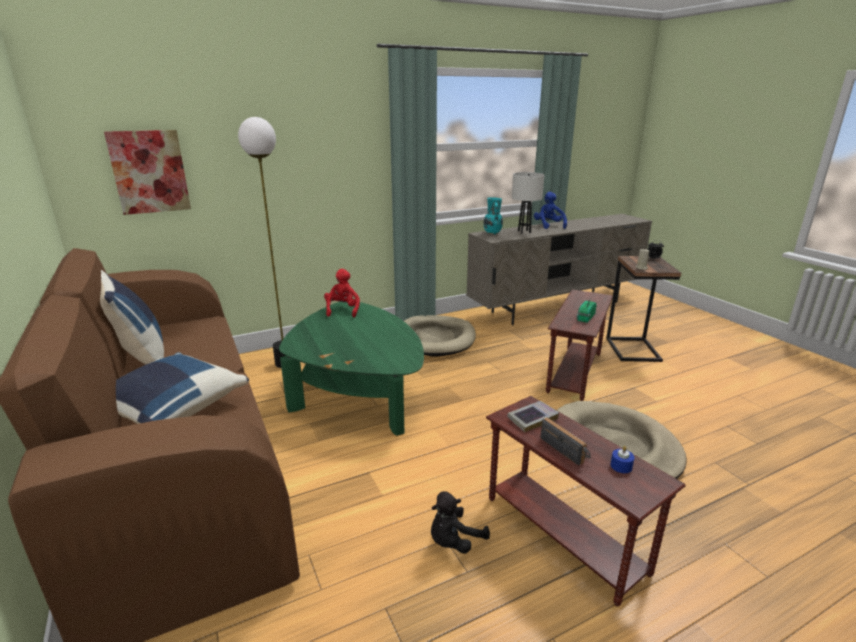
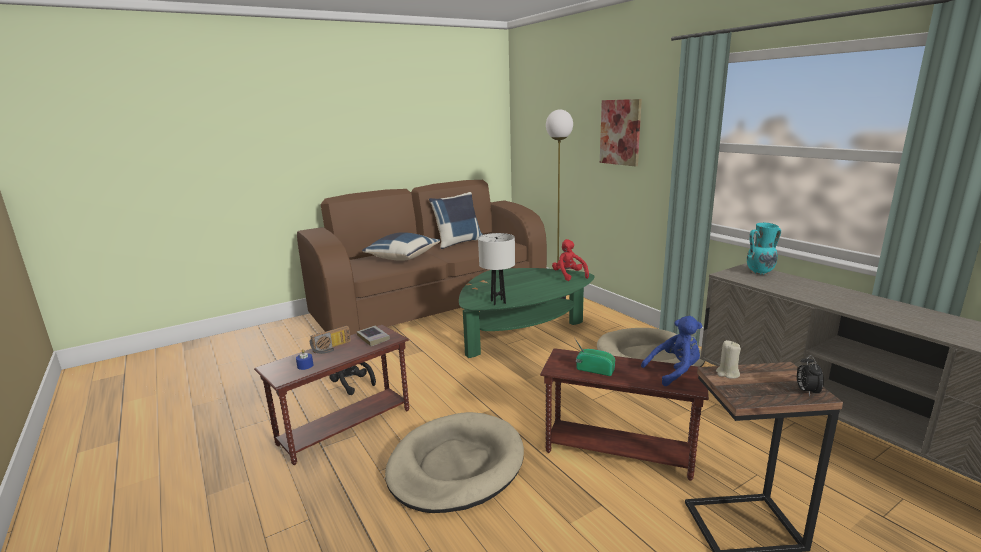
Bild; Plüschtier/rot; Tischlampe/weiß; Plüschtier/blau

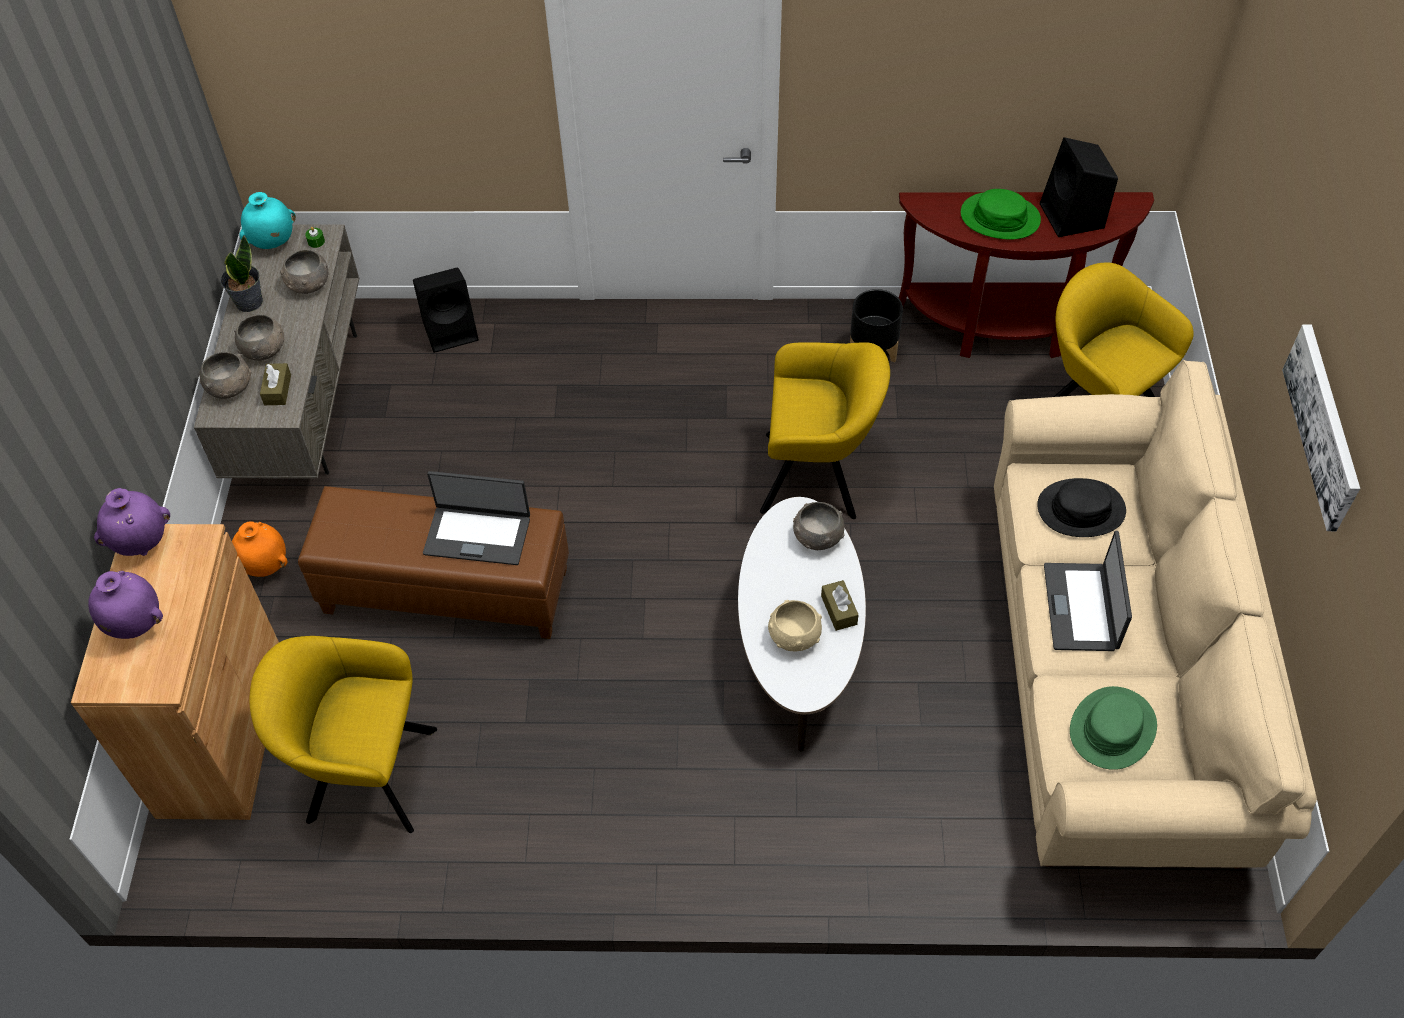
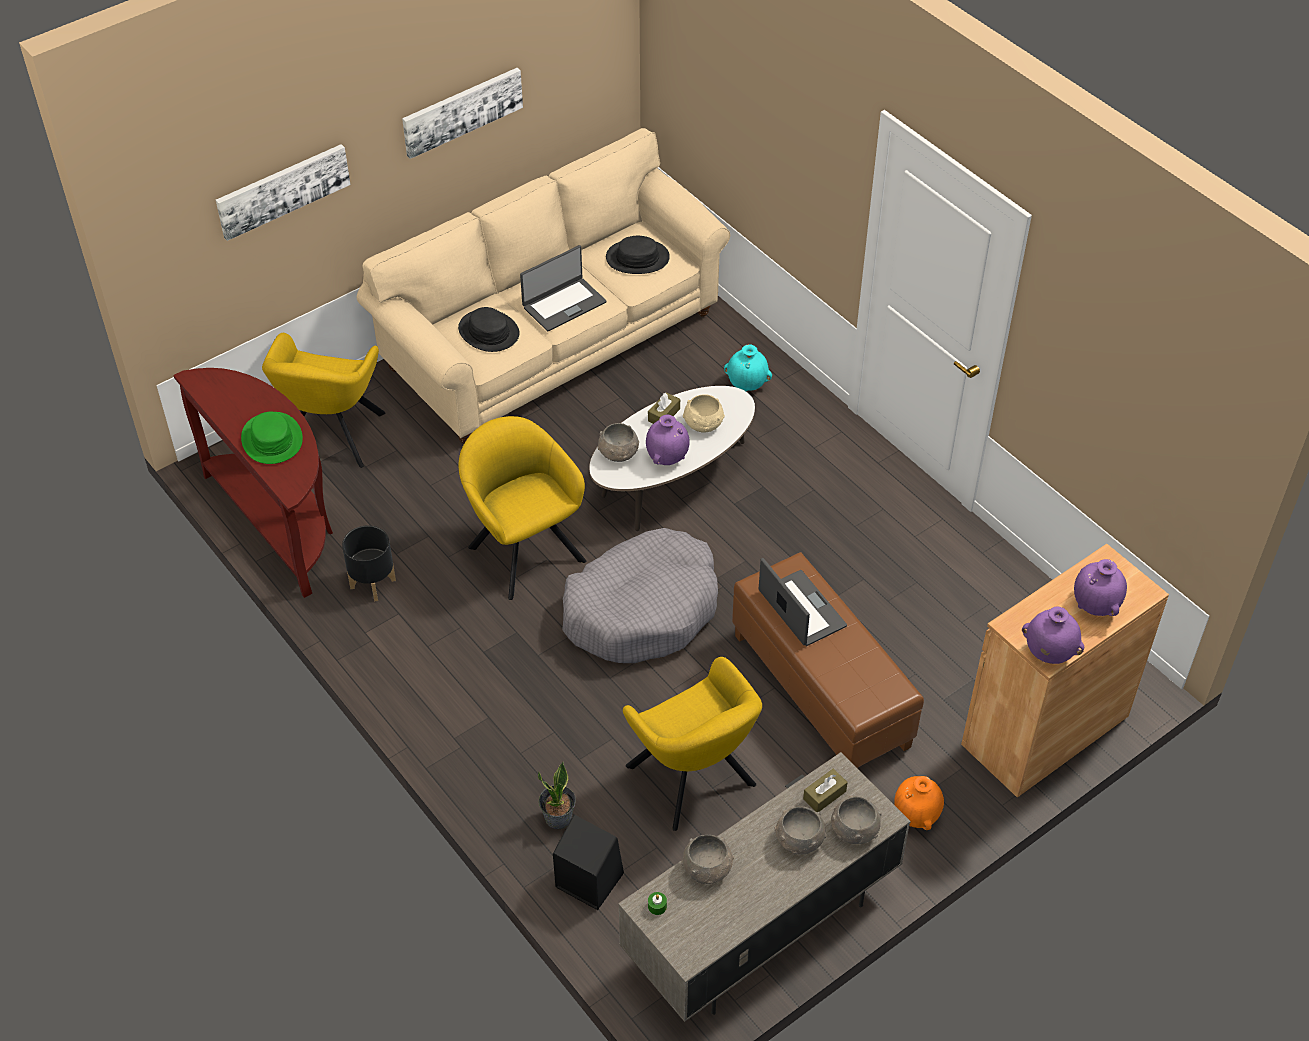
Topfpflanze; Vase/türkis; Sessel/gelb (no. 3 from left); Lautsprecher/schwarz (no. 2 from left in the first image); Hut/schwarz (no. 2 from left); Bild (no. 1 from left); Hundebett/grau; Vase/lila (no. 1 from left)

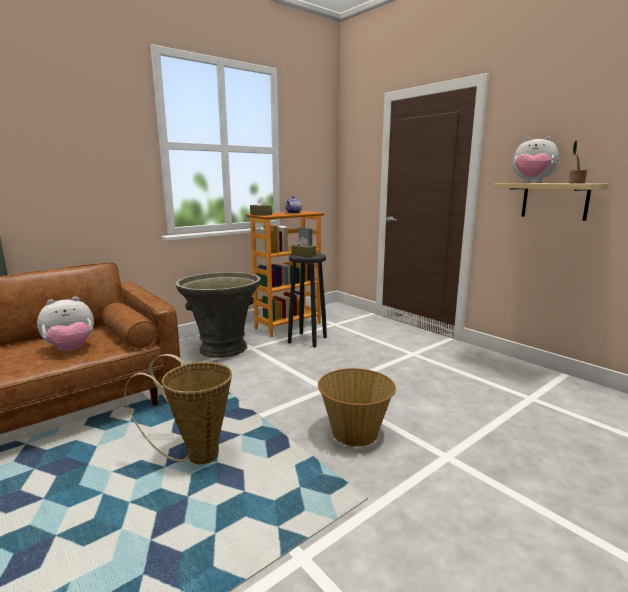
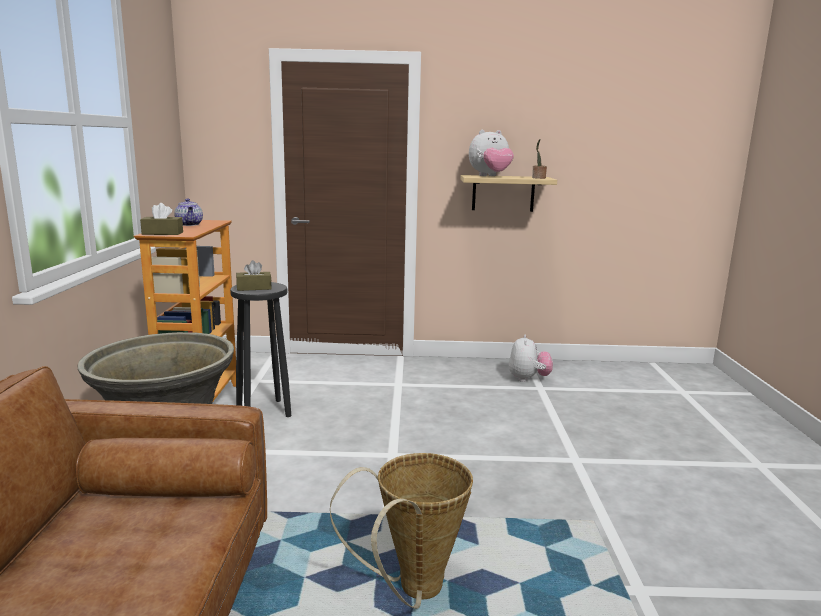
Plüschtier (no. 2 from left); Korb (no. 2 from left in the first image)

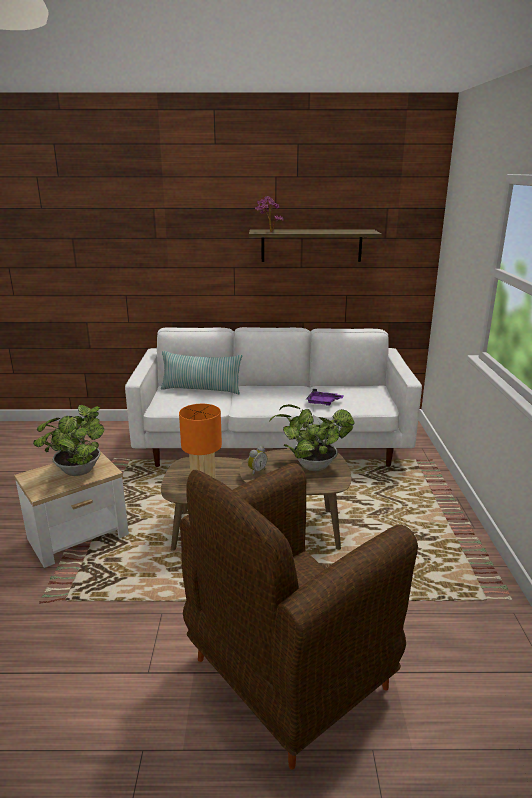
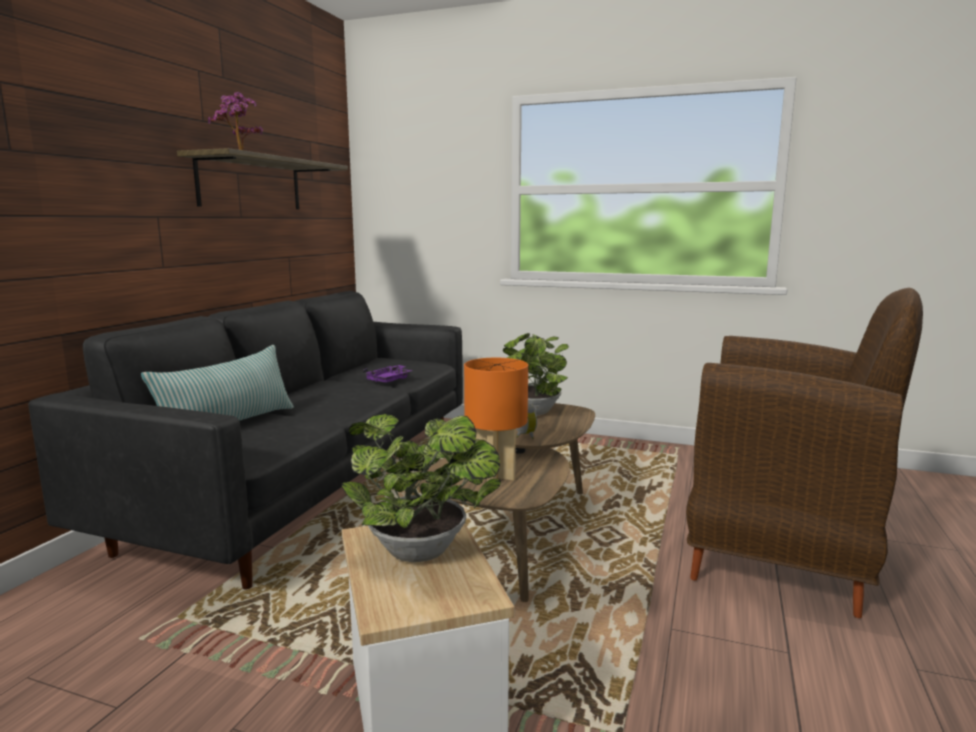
Sofa/schwarz; Sessel/braun

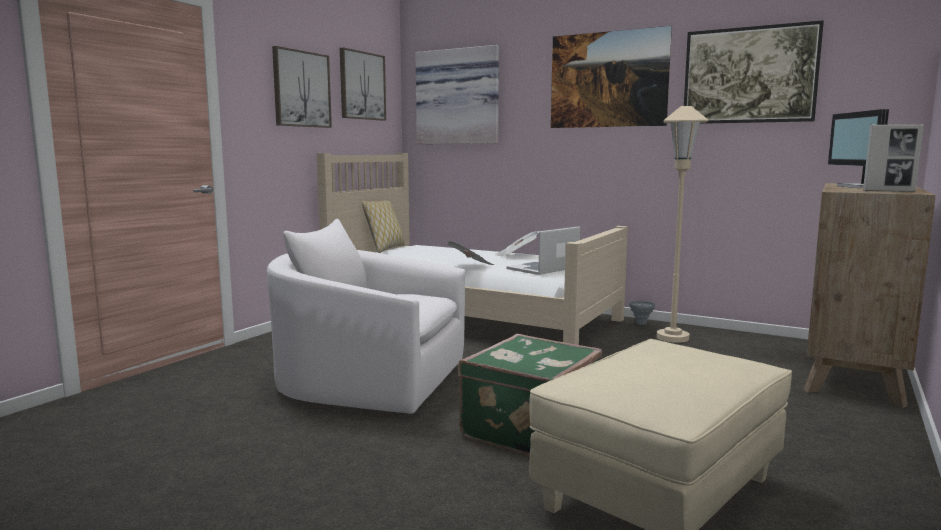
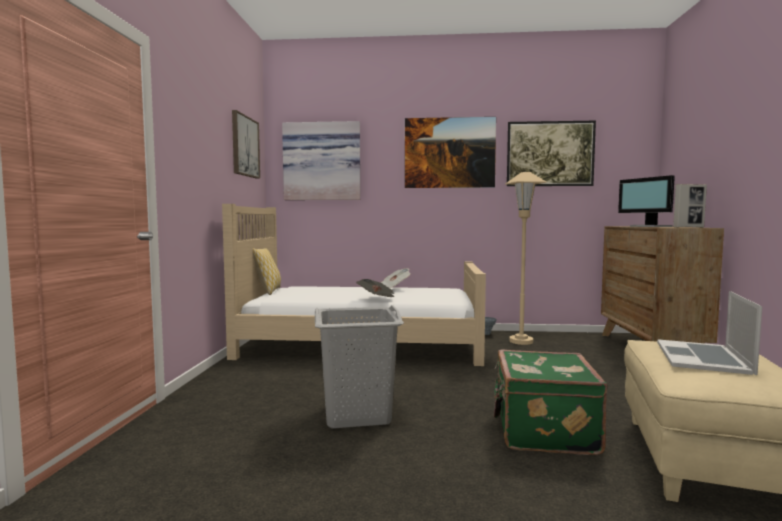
Wäschekorb/grau; Bild (no. 1 from left in the first image); Laptop

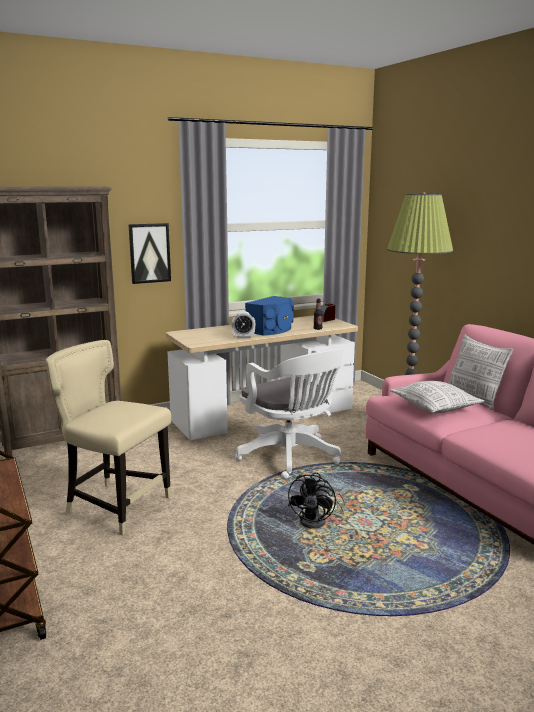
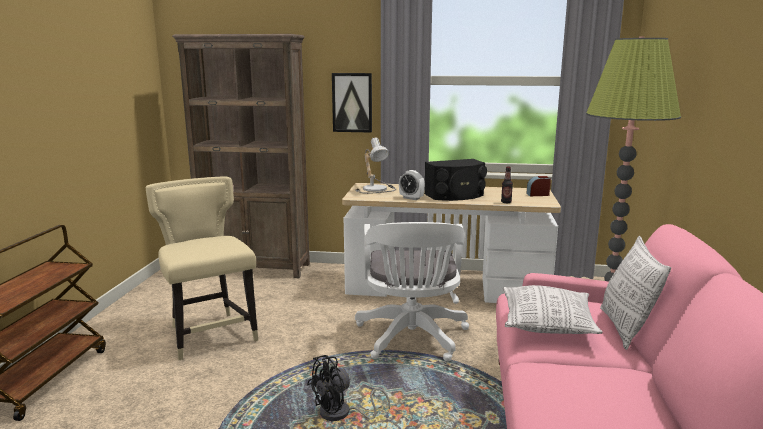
Lautsprecher/schwarz; Tischlampe

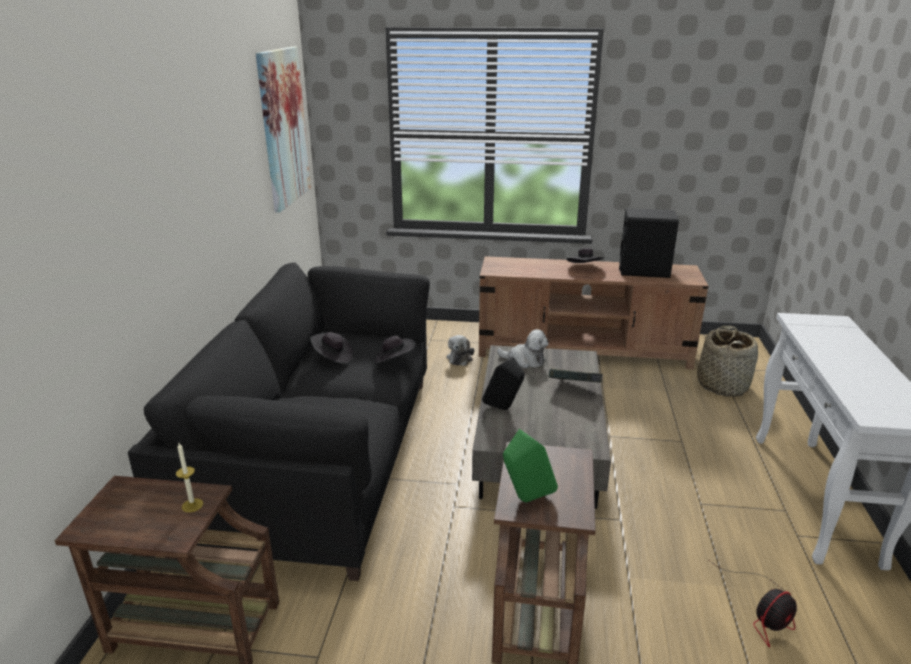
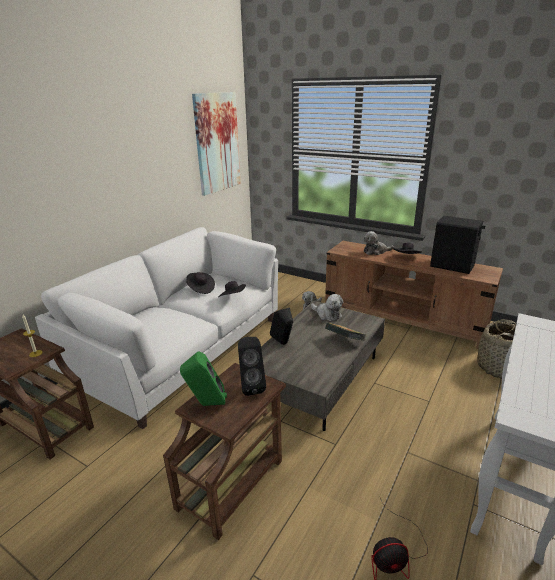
Sofa/weiß; Lautsprecher/schwarz (no. 1 from left); Plüschtier (no. 3 from left)

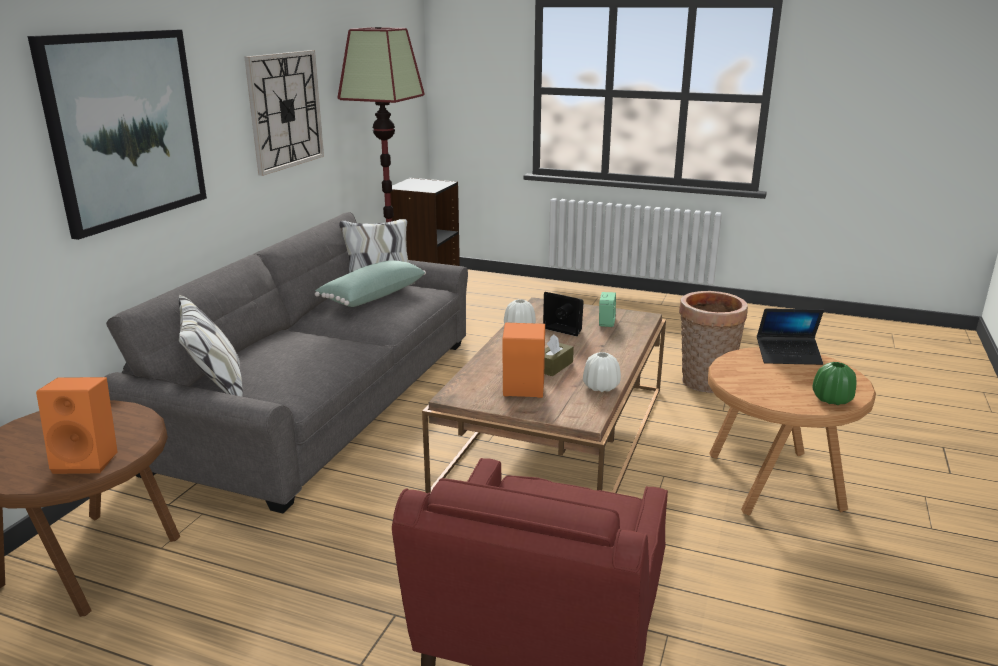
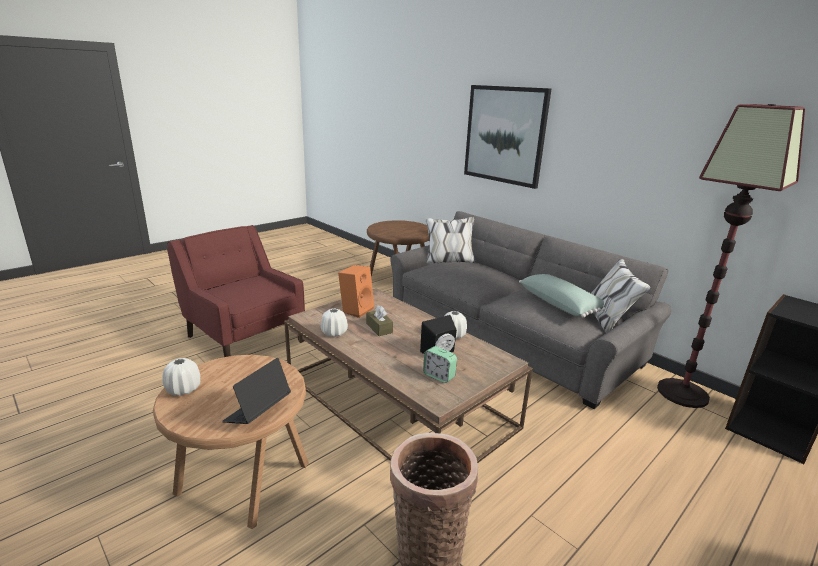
Lautsprecher/orange (no. 1 from left in the first image); Wanduhr; Vase/weiß (no. 1 from left)

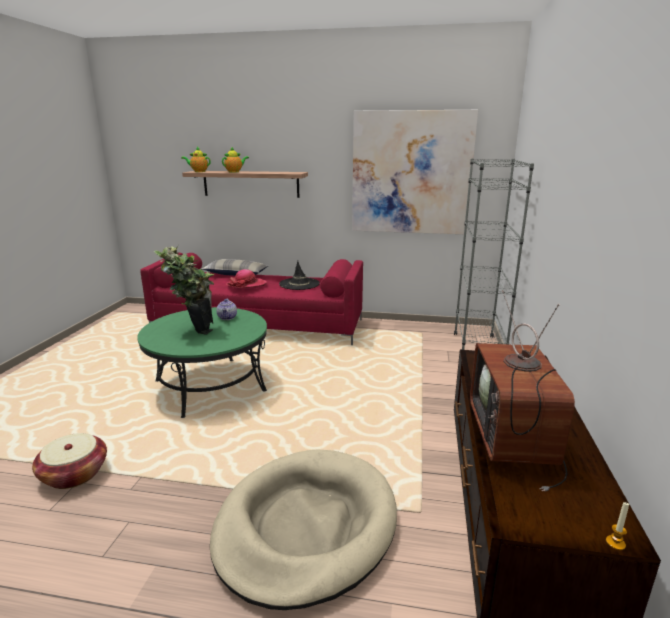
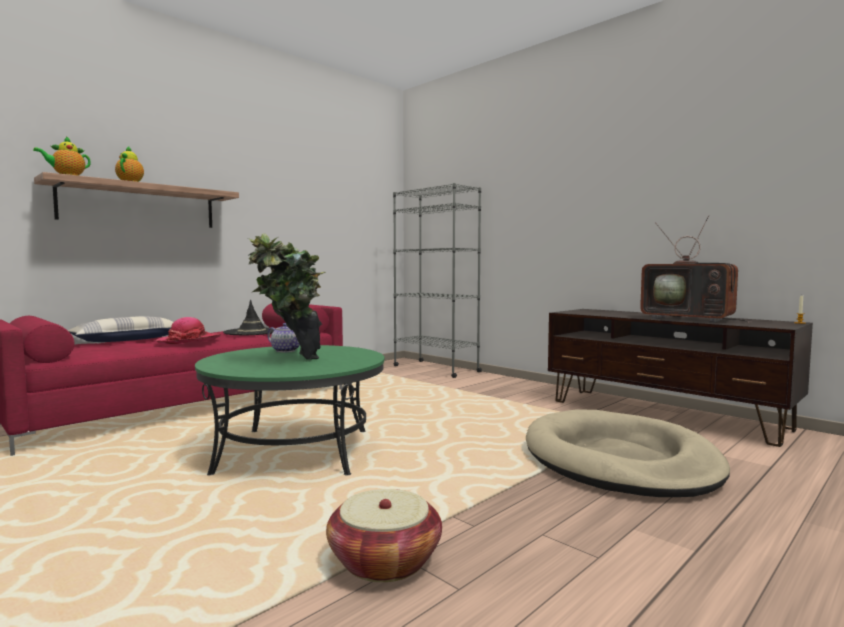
Bild

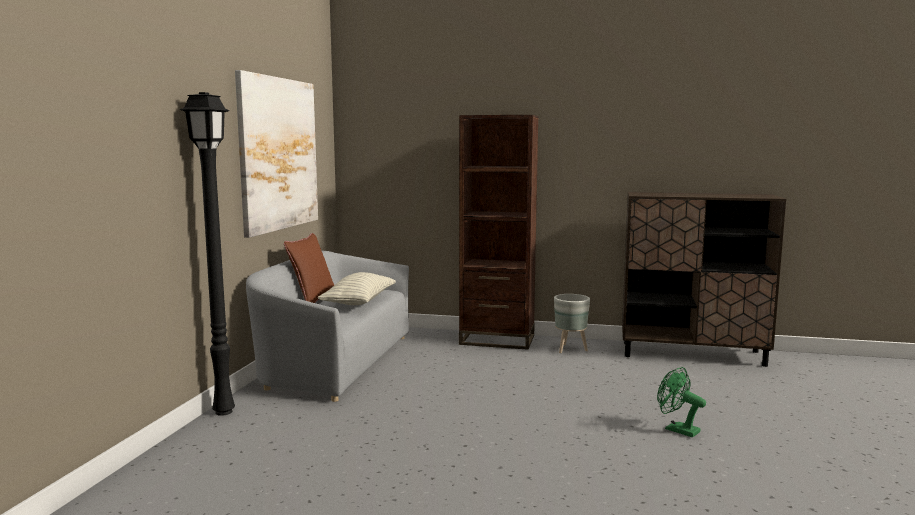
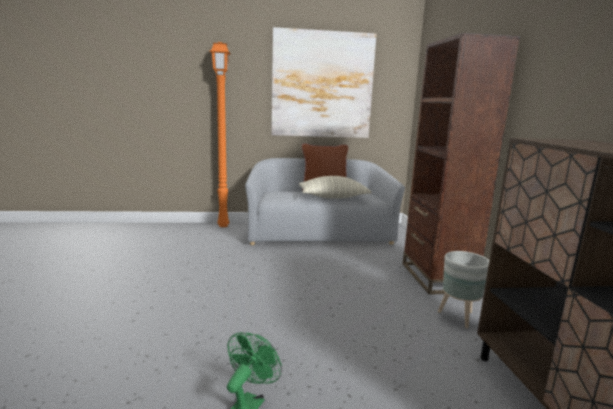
Stehlampe/orange

